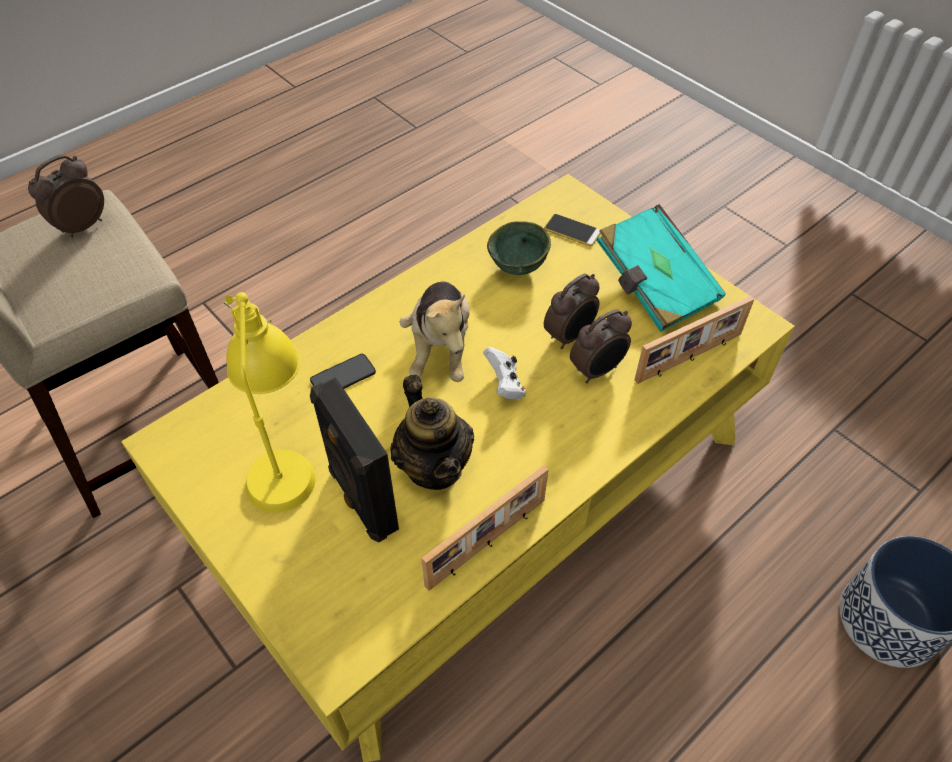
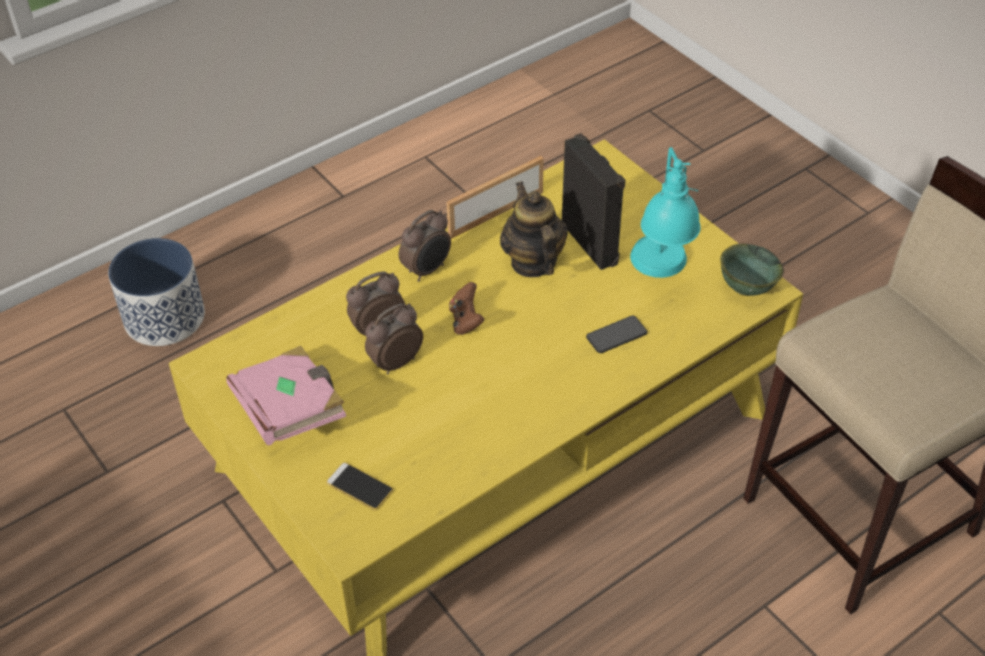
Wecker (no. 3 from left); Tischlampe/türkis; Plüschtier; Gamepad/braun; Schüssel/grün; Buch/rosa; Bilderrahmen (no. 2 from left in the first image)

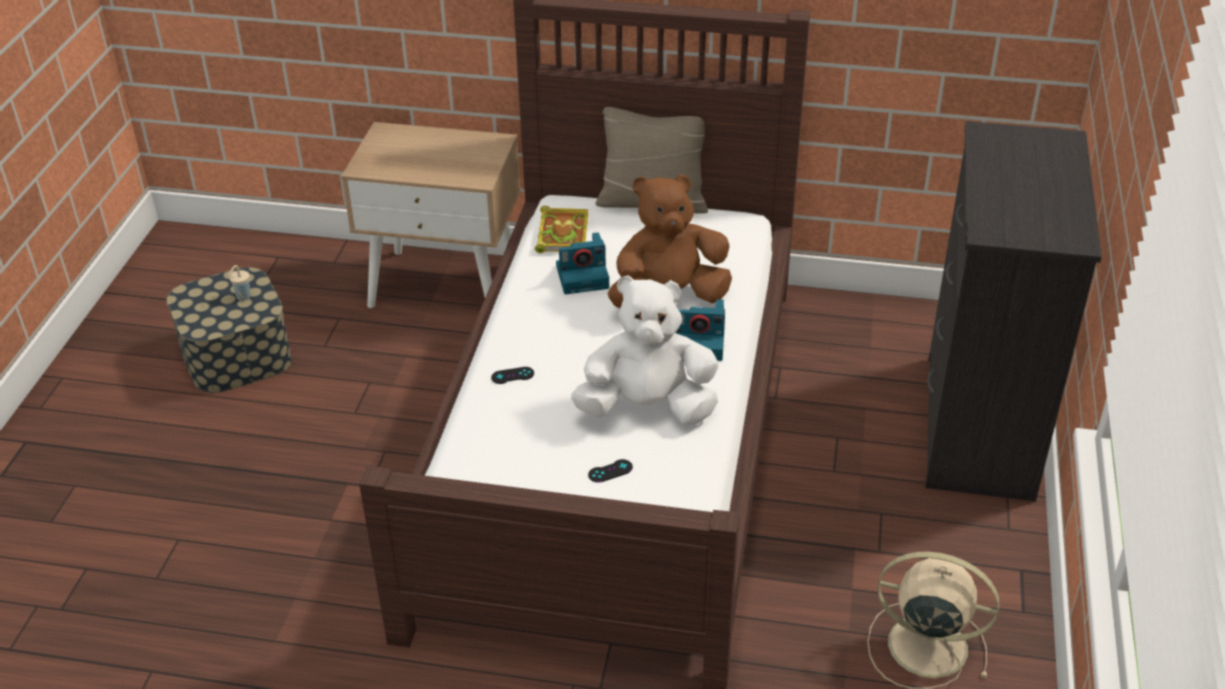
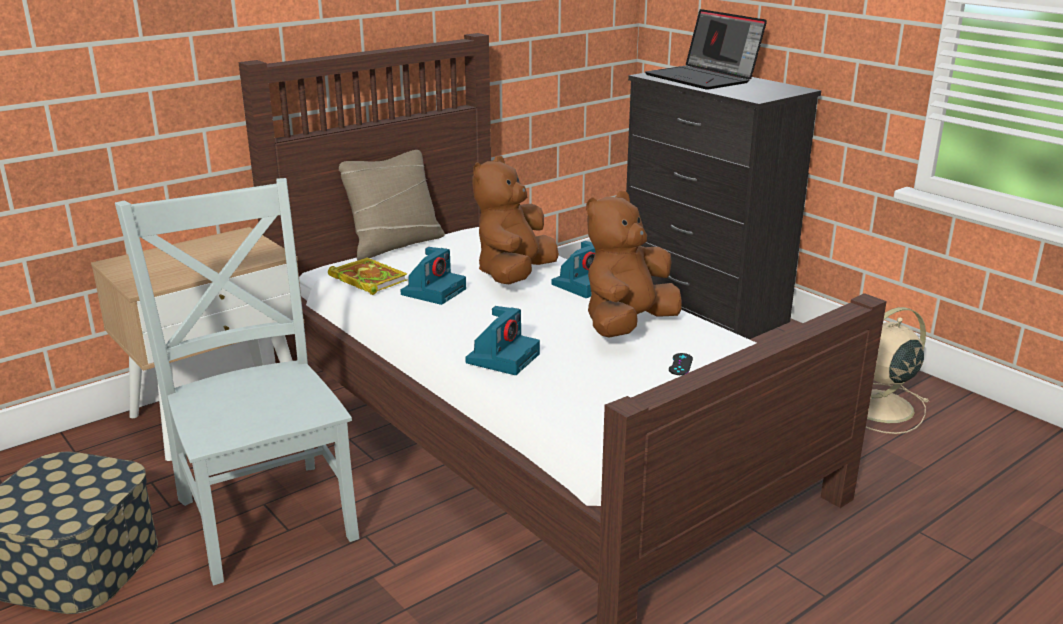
Tasse/beige; Kamera (no. 2 from left); Plüschtier/braun (no. 2 from left); Stuhl/grau; Laptop

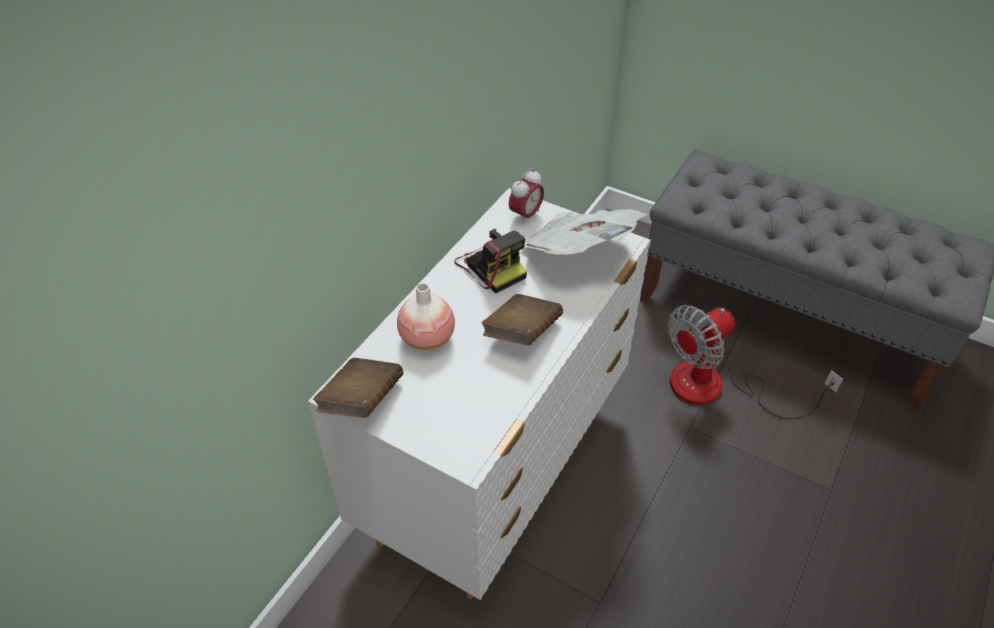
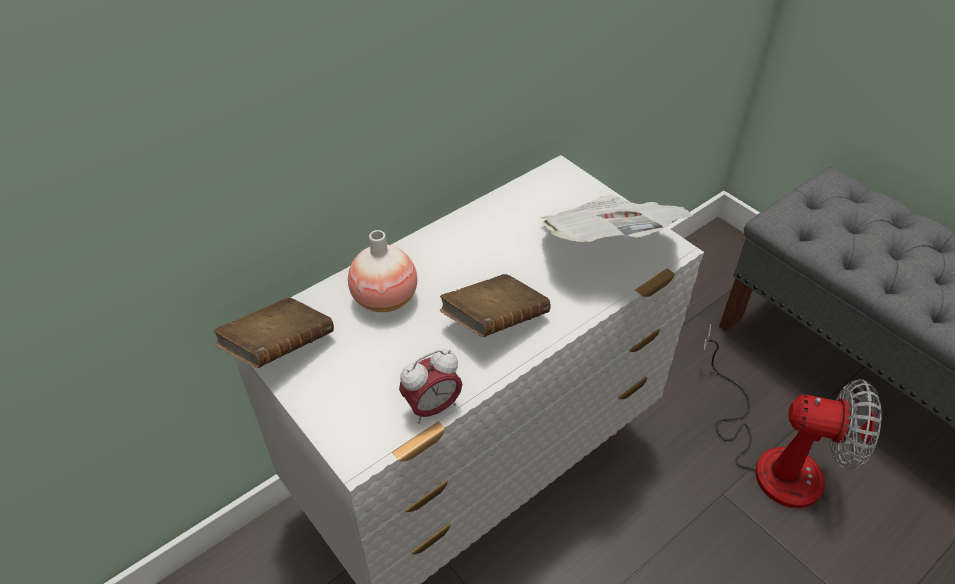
Kamera; Wecker; Ventilator

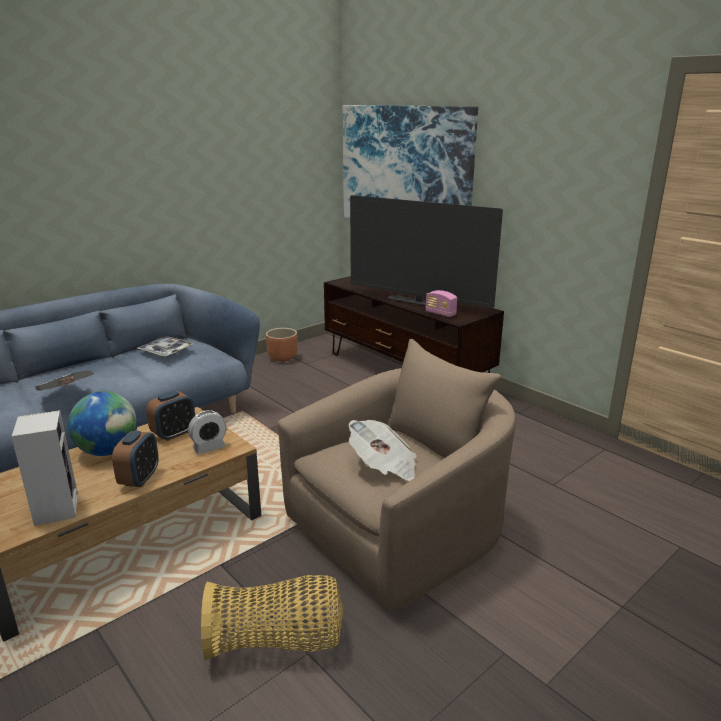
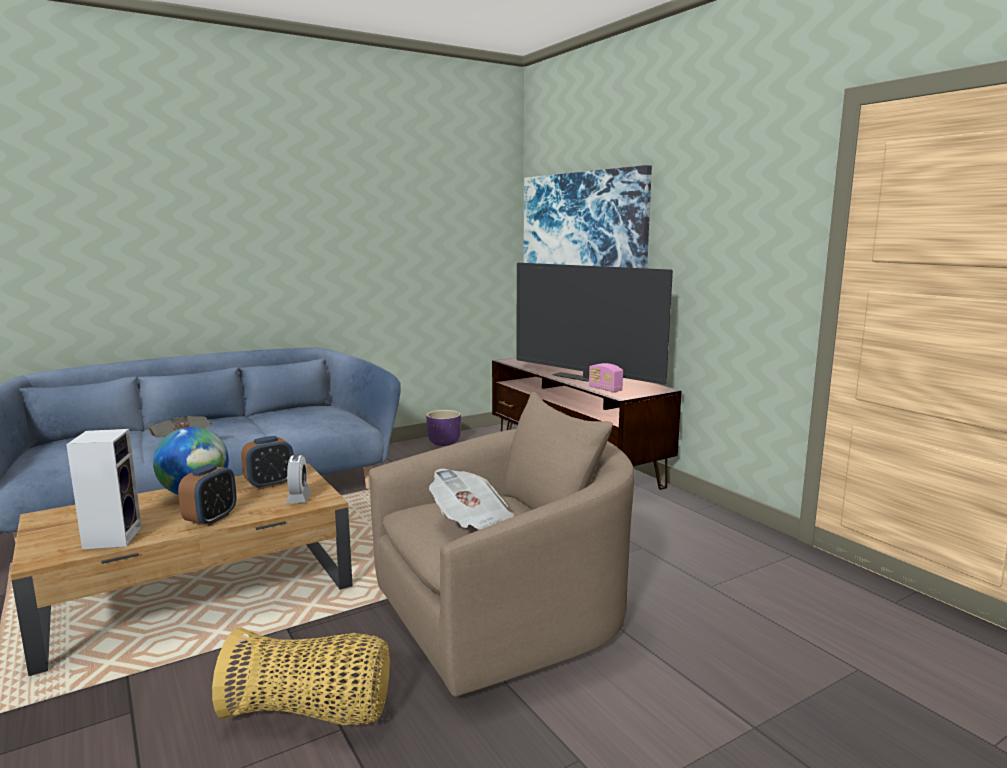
Tablett; Wecker (no. 3 from left); Pflanzkübel/lila

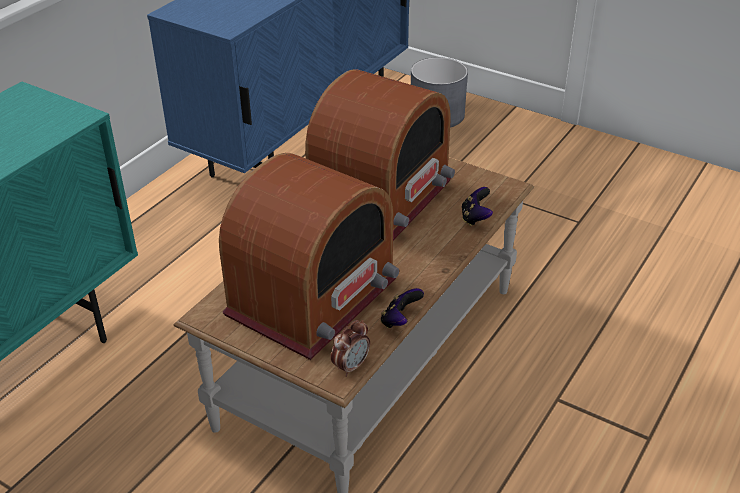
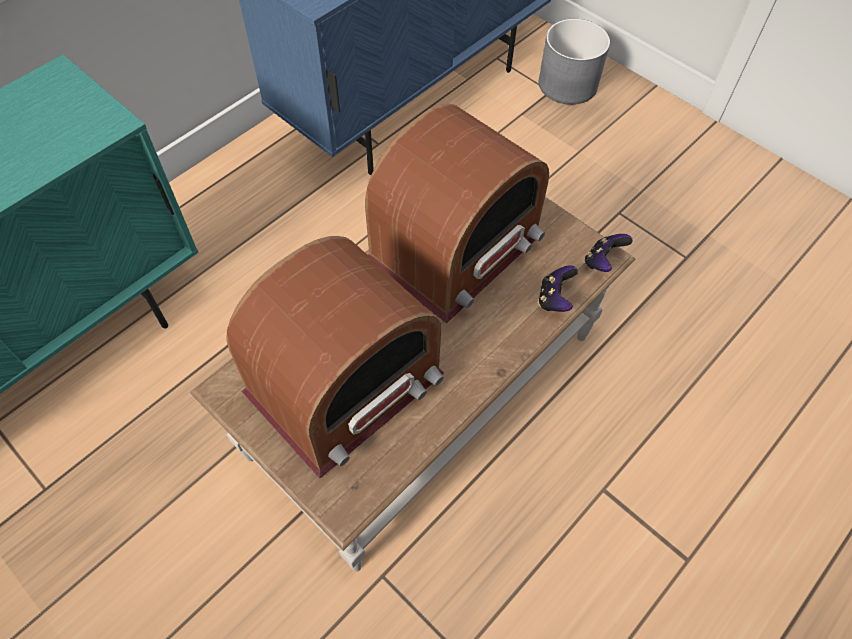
Wecker; Gamepad (no. 2 from left)

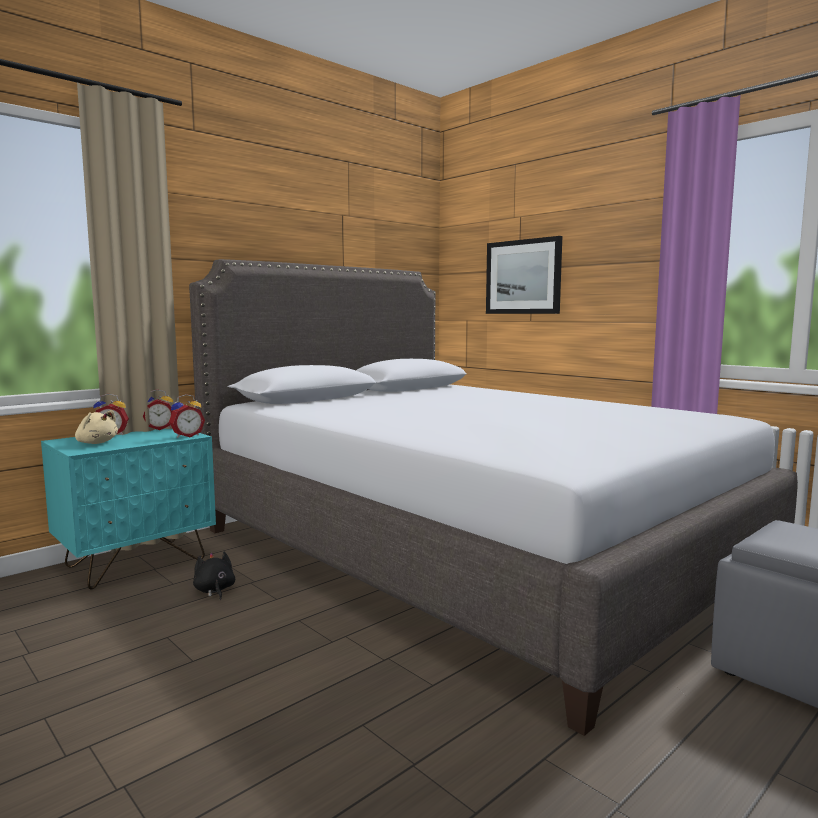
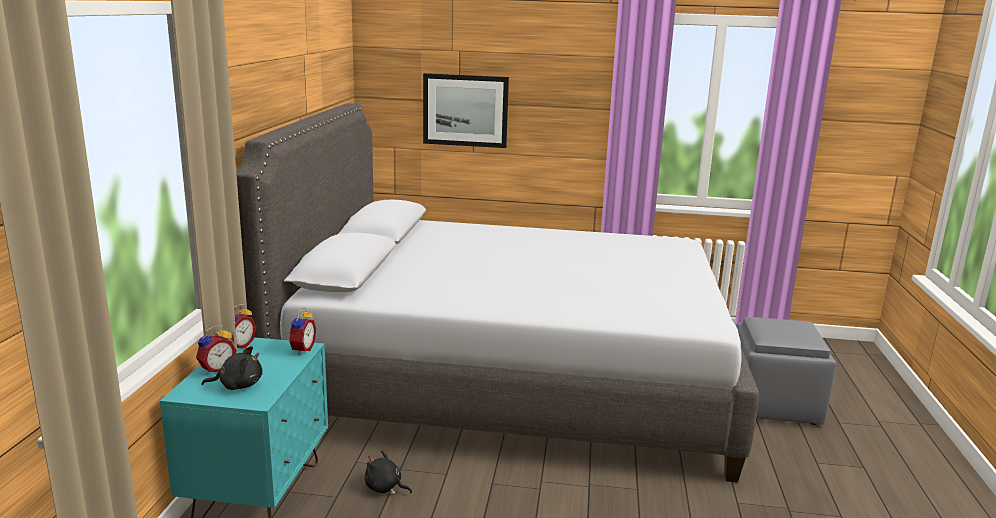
Plüschtier/schwarz (no. 1 from left)

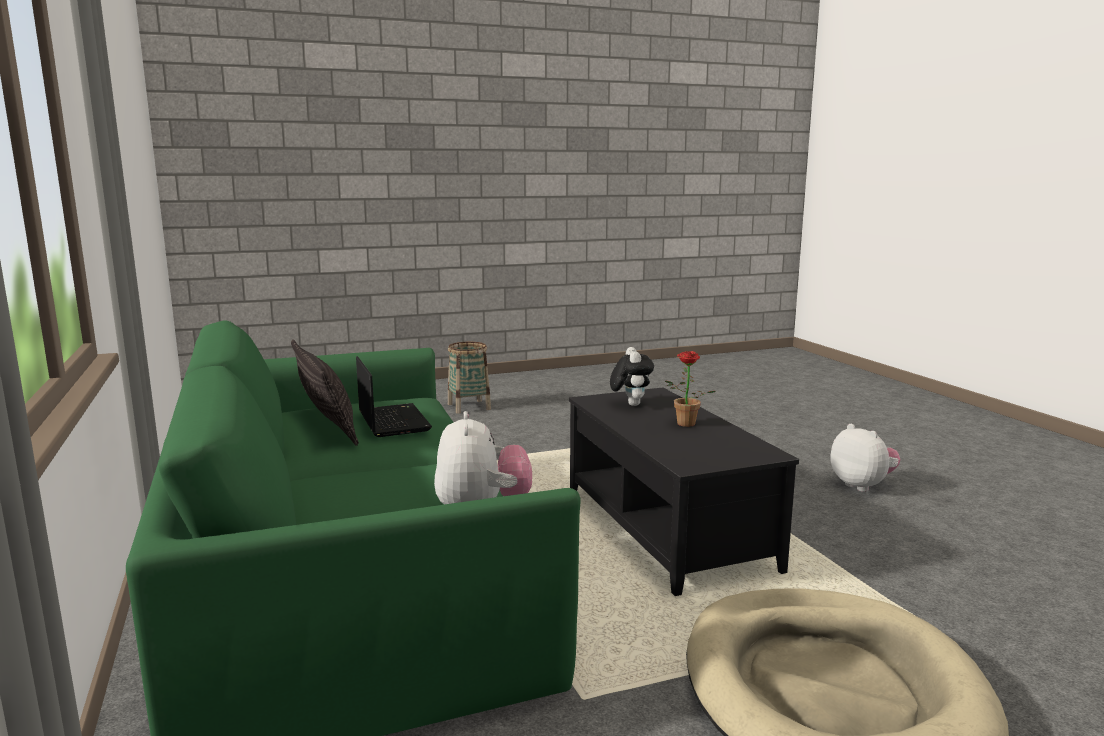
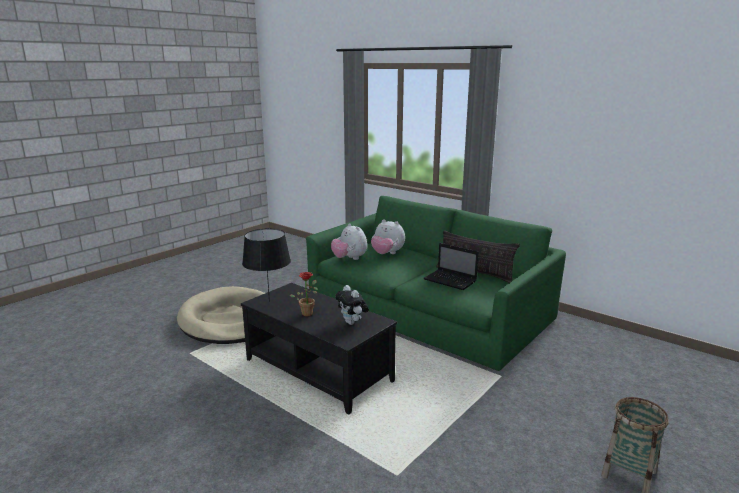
Plüschtier (no. 3 from left); Tischlampe/schwarz

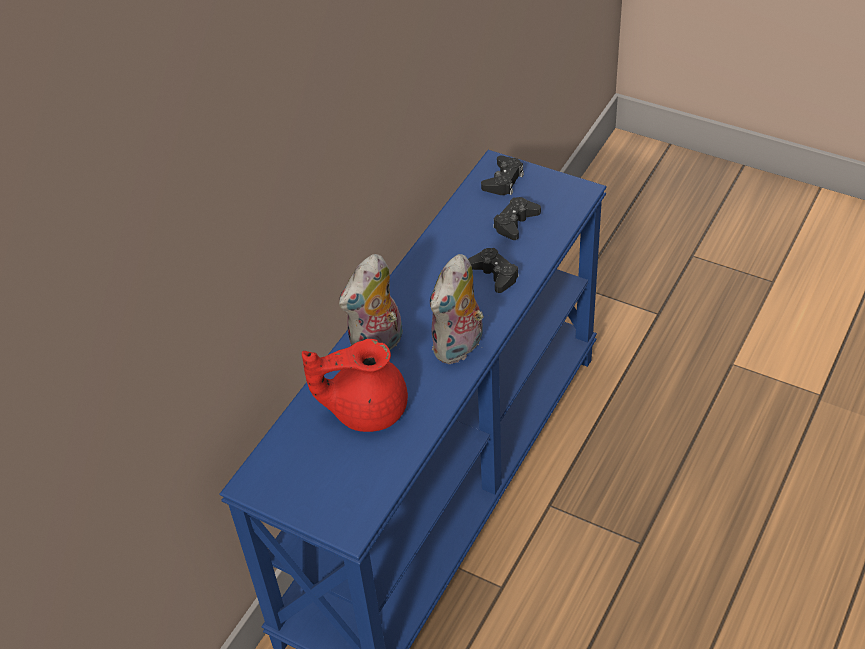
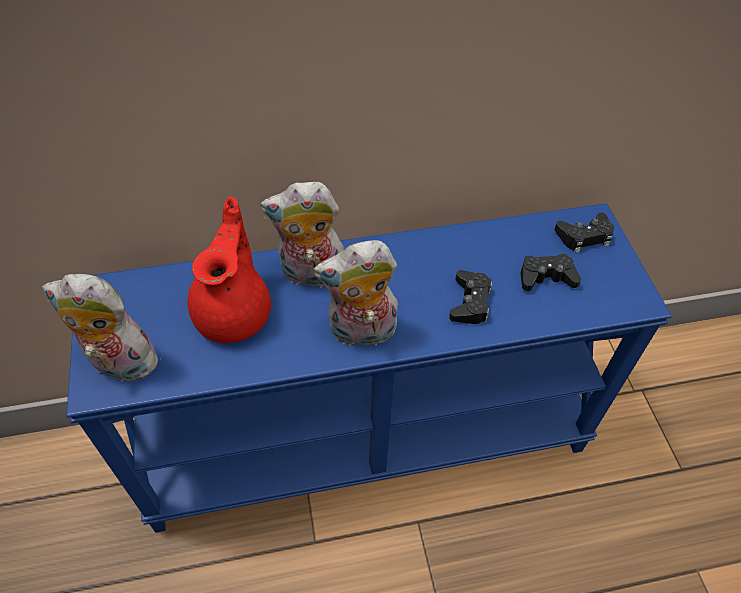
Teekanne/rot; Plüschtier (no. 1 from left)

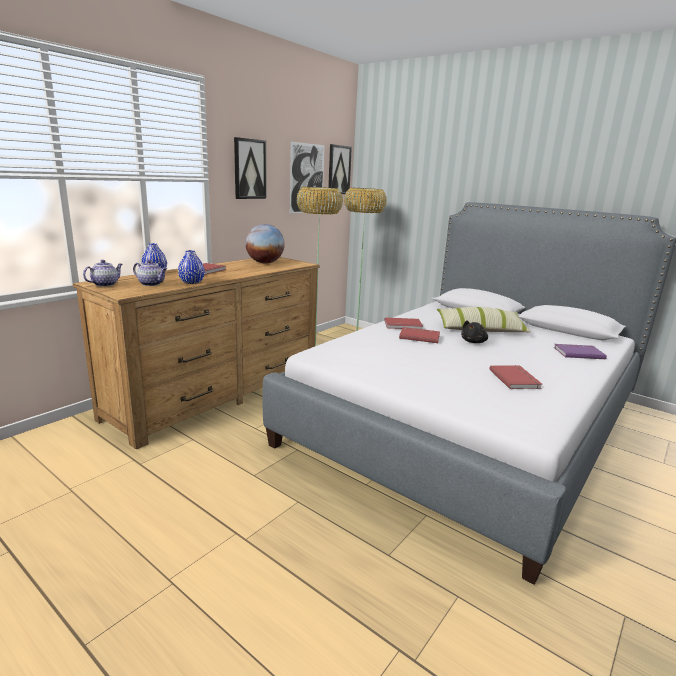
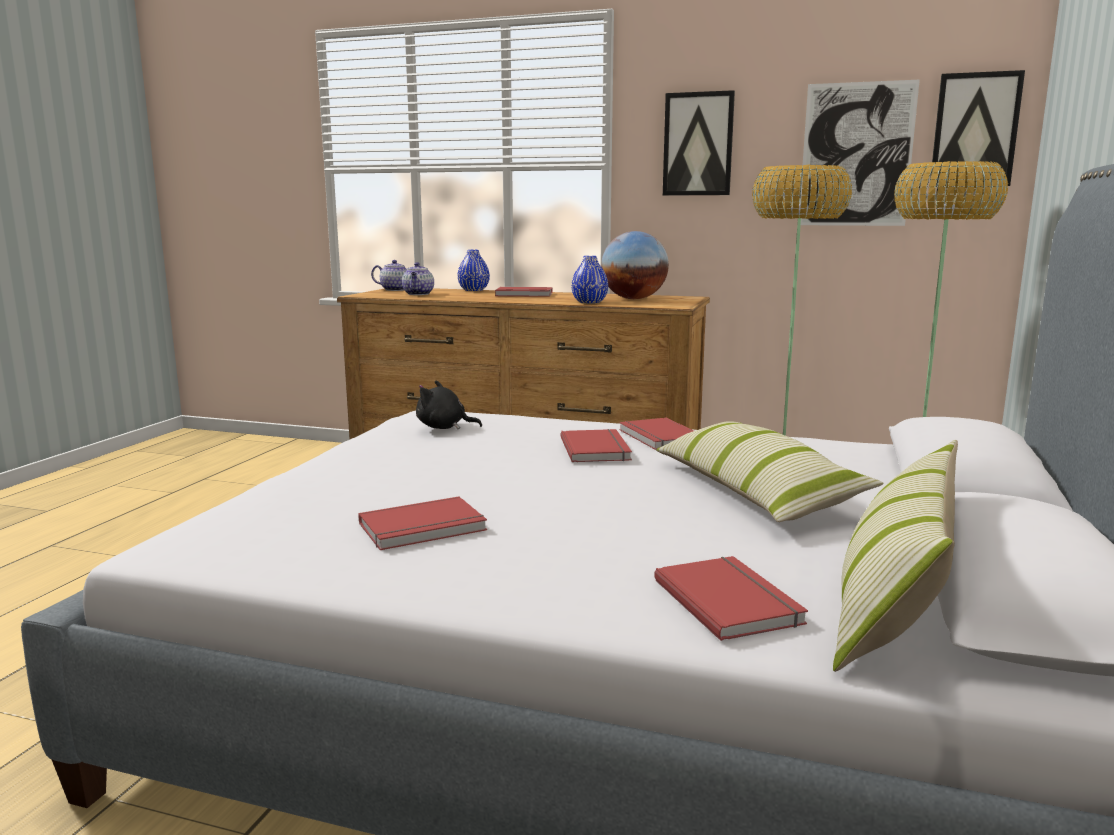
Vase/blau (no. 2 from left); Plüschtier/schwarz; Buch/rot (no. 5 from left); Kissen (no. 2 from left)

